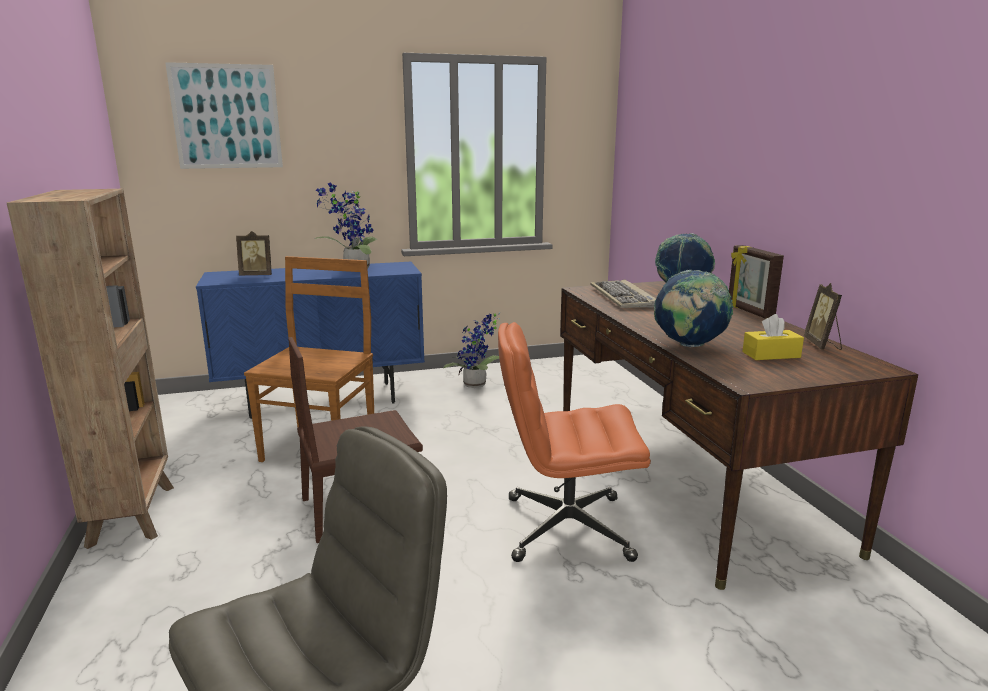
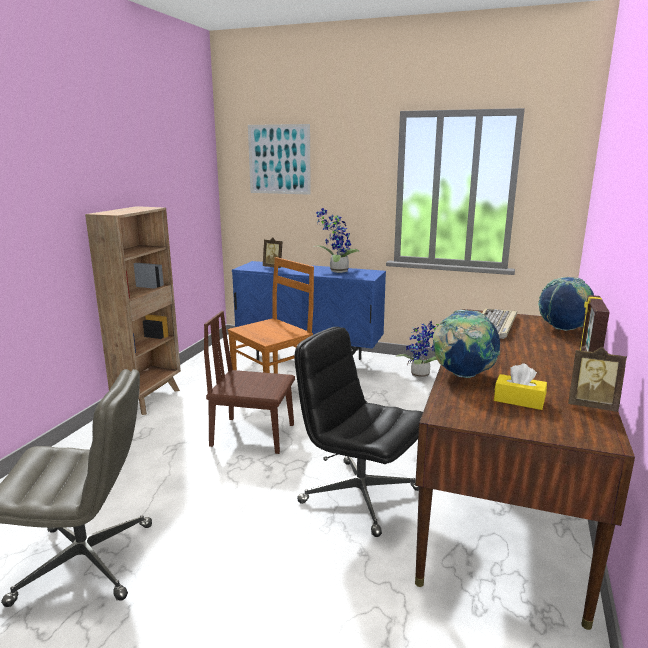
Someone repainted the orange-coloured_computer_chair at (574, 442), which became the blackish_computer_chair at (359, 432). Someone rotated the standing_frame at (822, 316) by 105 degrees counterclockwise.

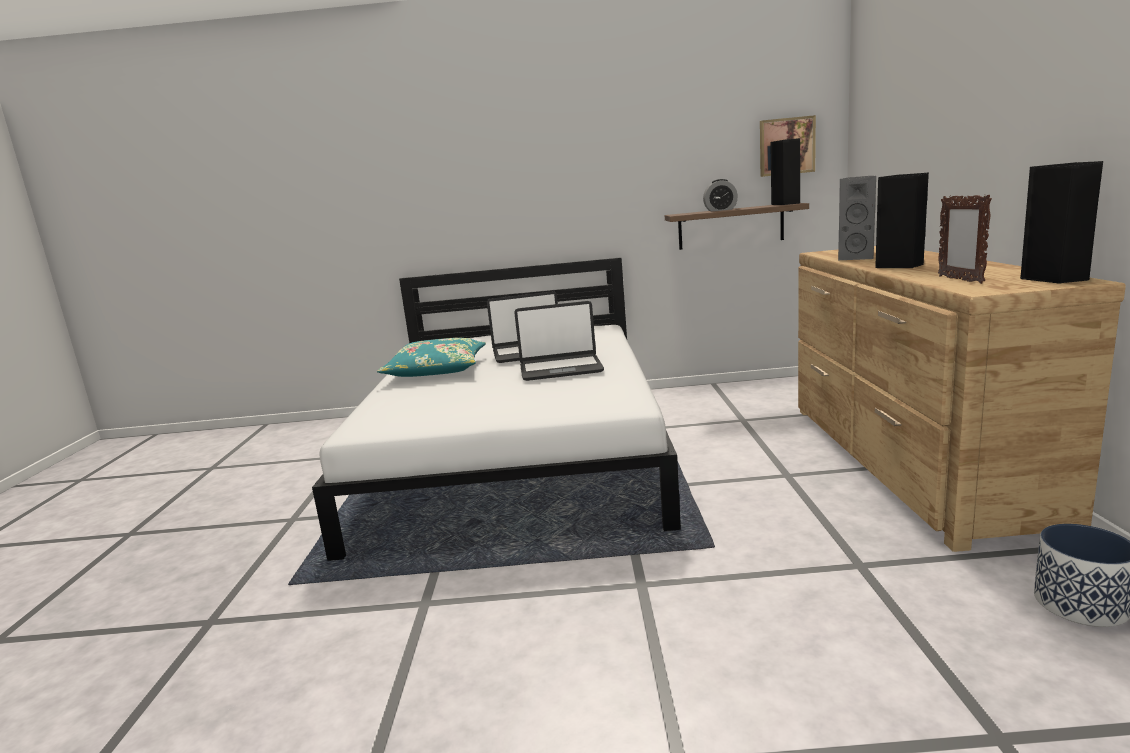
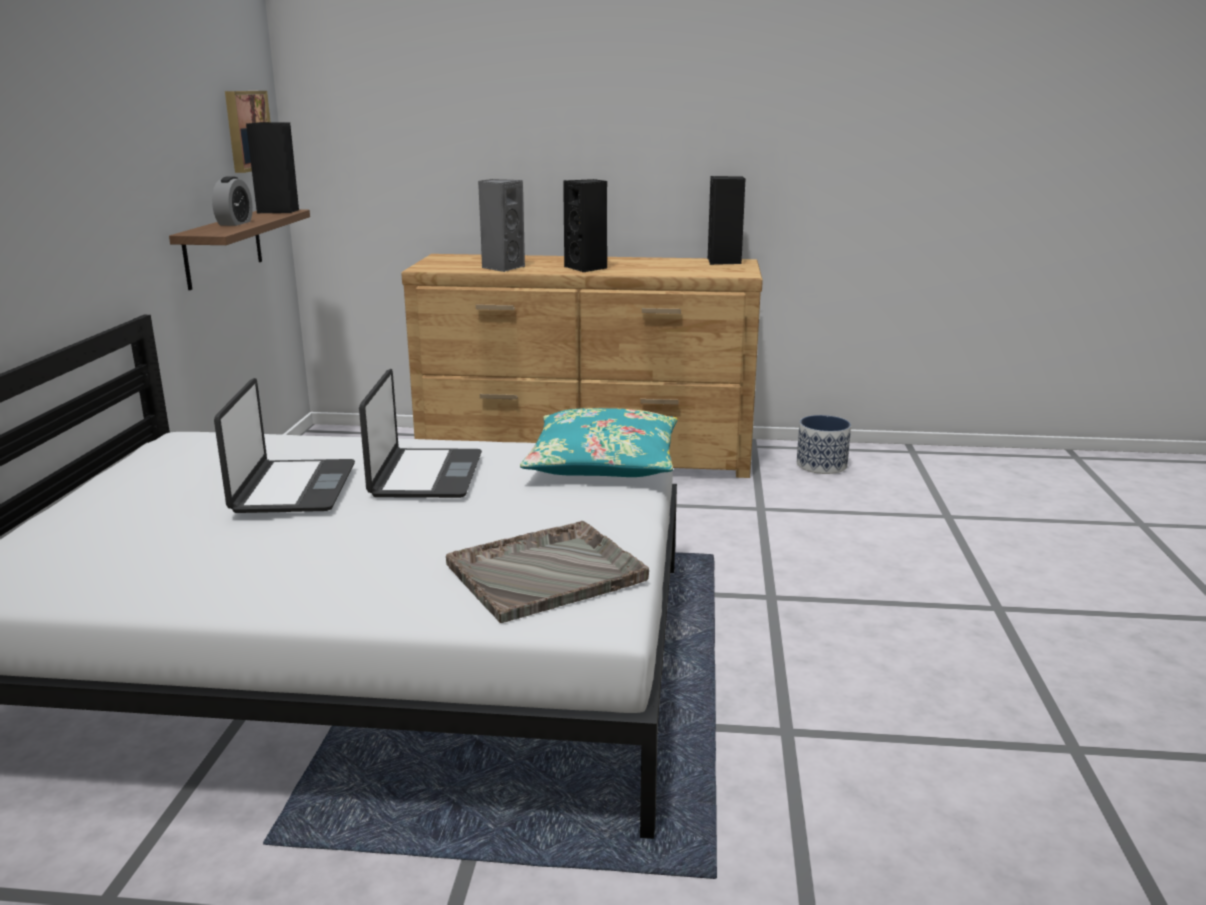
Someone carried the turquoise_cushion from (431, 357) to (598, 442). Someone took away the standing_frame at (965, 239). Someone put down the greyish_tray at (547, 572).

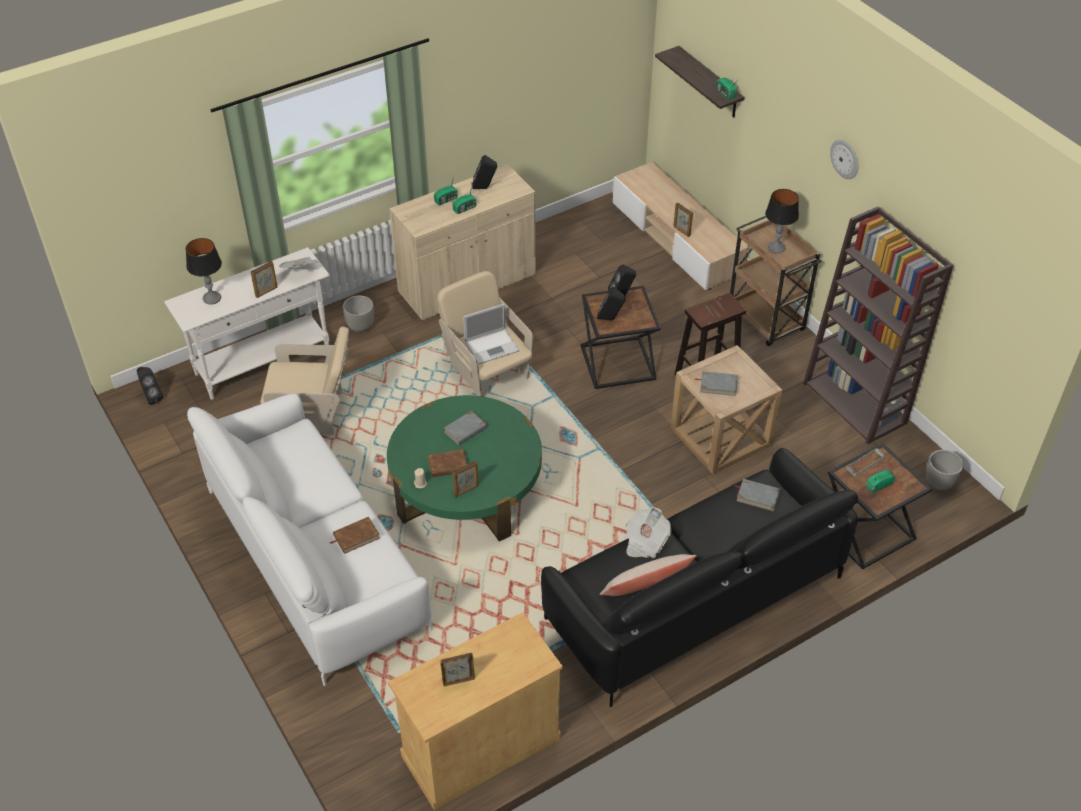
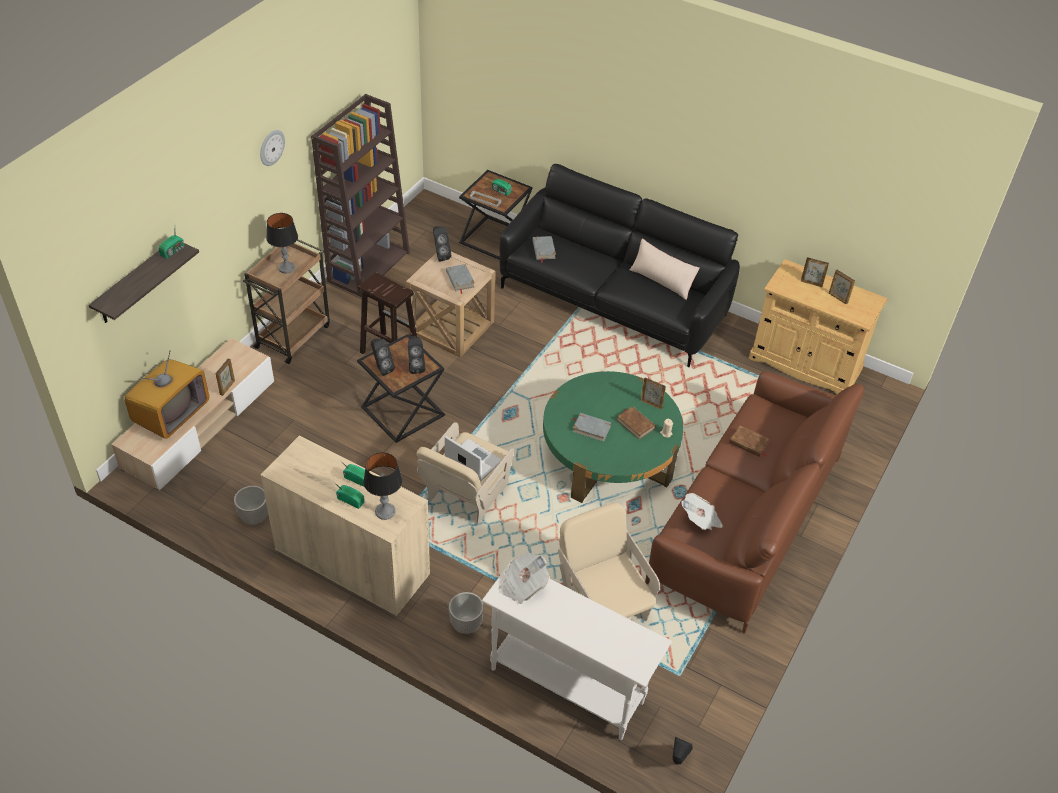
Someone carried the table_lamp from (204, 271) to (382, 486). Someone repainted the whitish_sofa at (309, 539), which became the brown-coloured_sofa at (754, 502). Someone carried the standing_frame from (264, 279) to (815, 272). Someone carried the blackish_loudspeaker from (484, 172) to (442, 244). Someone carried the printed_paper from (648, 532) to (702, 511). Someone carried the flower_pot from (945, 470) to (251, 505). Someone put down the TV at (166, 395).

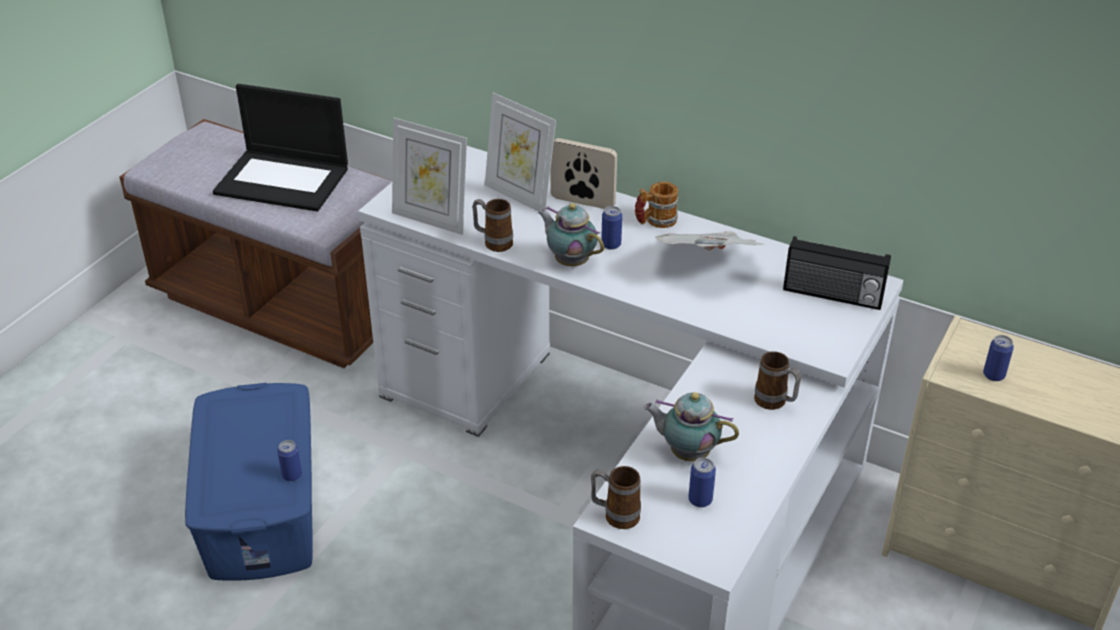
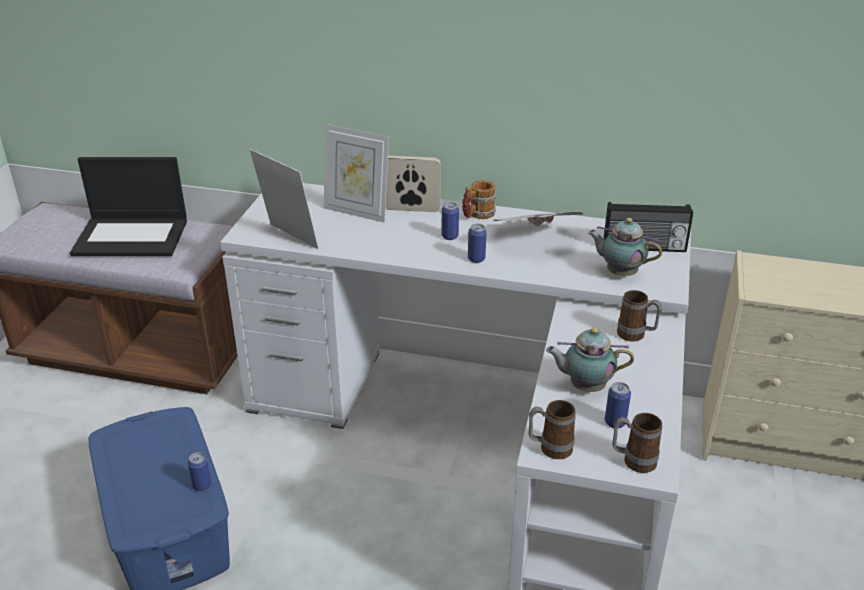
Someone rotated the standing_frame at (429, 176) by 150 degrees counterclockwise. Someone carried the mug from (492, 225) to (637, 443). Someone carried the teapot from (571, 234) to (625, 247). Someone carried the can from (998, 358) to (477, 243).

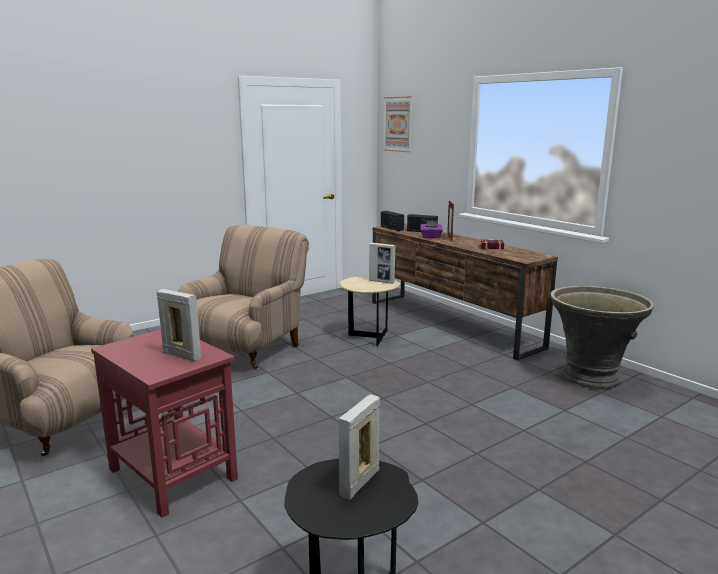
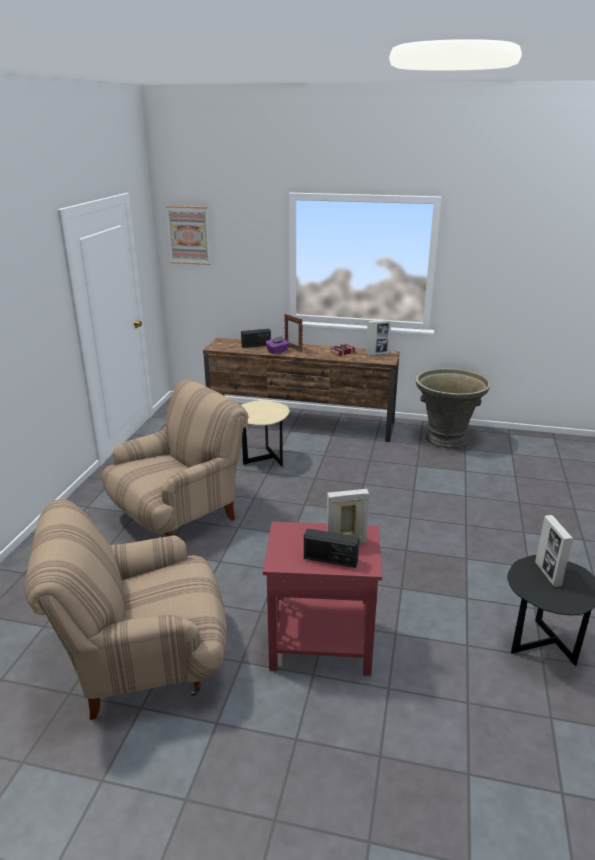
Someone rotated the sand-coloured_armchair at (243, 297) by 60 degrees clockwise. Someone carried the standing_frame from (382, 263) to (378, 338). Someone carried the radio from (392, 221) to (331, 548).

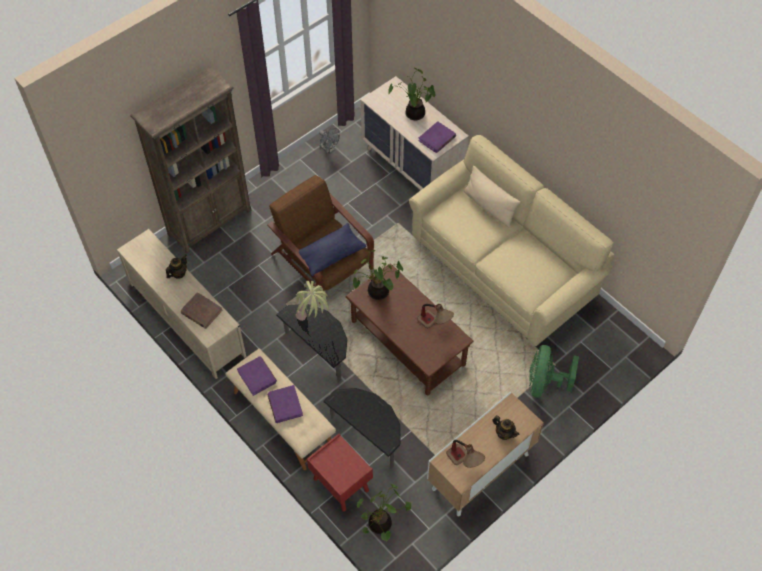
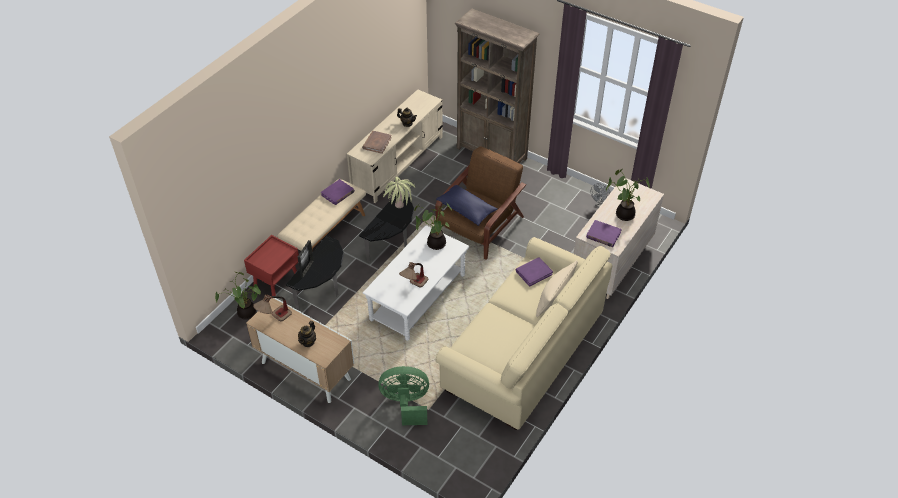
Someone carried the purple-coloured_bound_book from (285, 404) to (534, 271). Someone repainted the brown-coloured_low_table at (410, 329), which became the whitish_low_table at (416, 283). Someone put down the standing_frame at (306, 259).

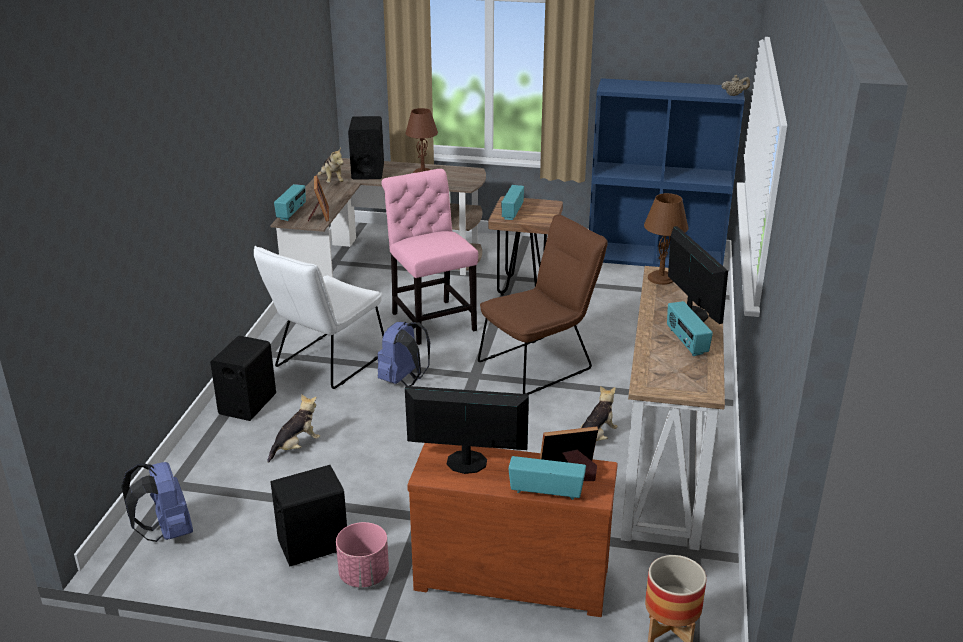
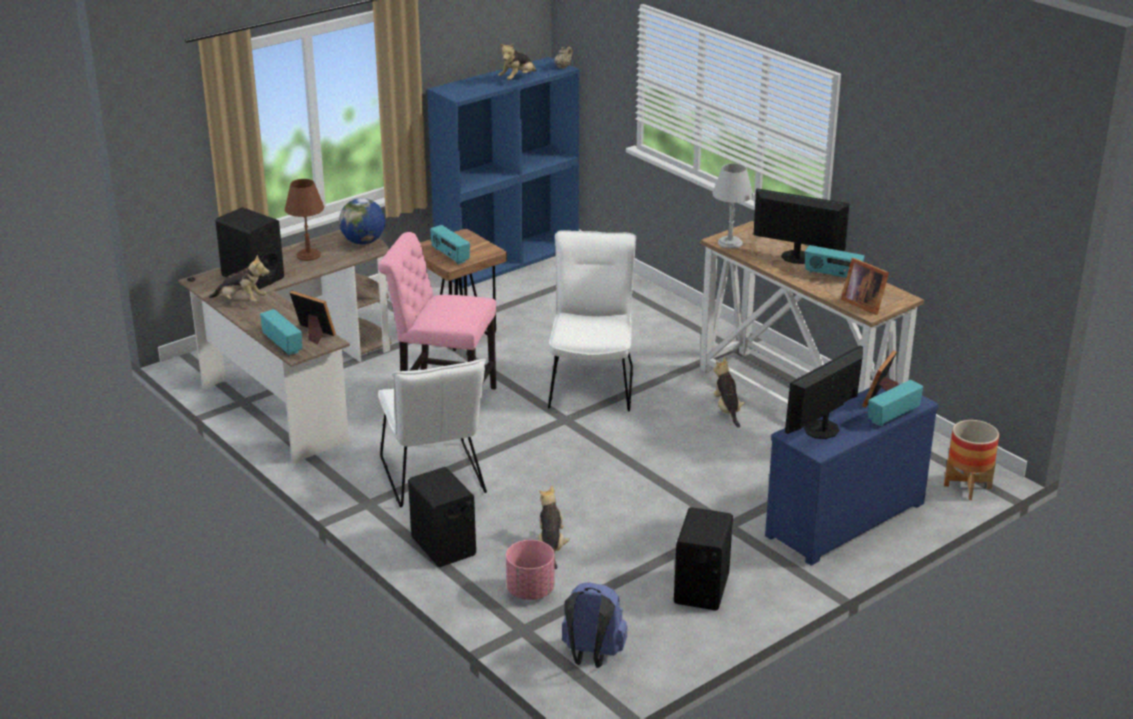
Someone carried the pink_flower_pot from (362, 555) to (530, 570). Someone took away the bluish_backpack at (404, 354). Someone repainted the brown-coloured_chest_of_drawers at (512, 530), which became the bluish_chest_of_drawers at (851, 474). Someone repainted the brown-coloured_plain_chair at (543, 304), which became the whitish_plain_chair at (592, 320). Someone repainted the brown-coloured_table_lamp at (666, 239), which became the greyish_table_lamp at (732, 206). Someone put down the globe at (362, 221). Someone put down the soft_toy at (517, 61). Someone put down the standing_frame at (865, 286).

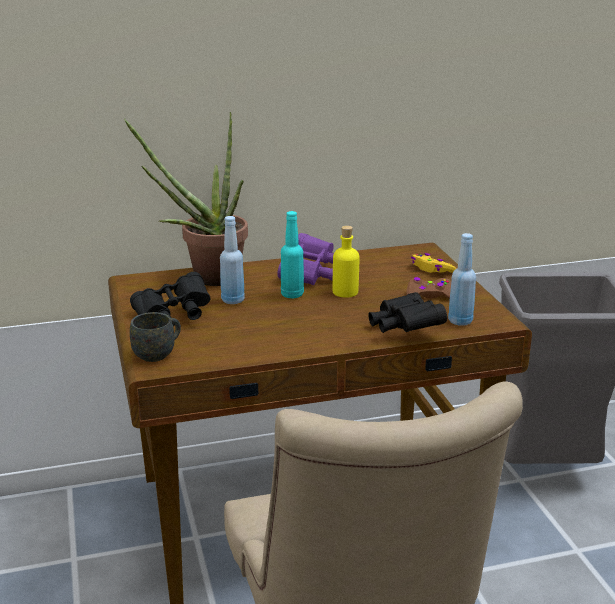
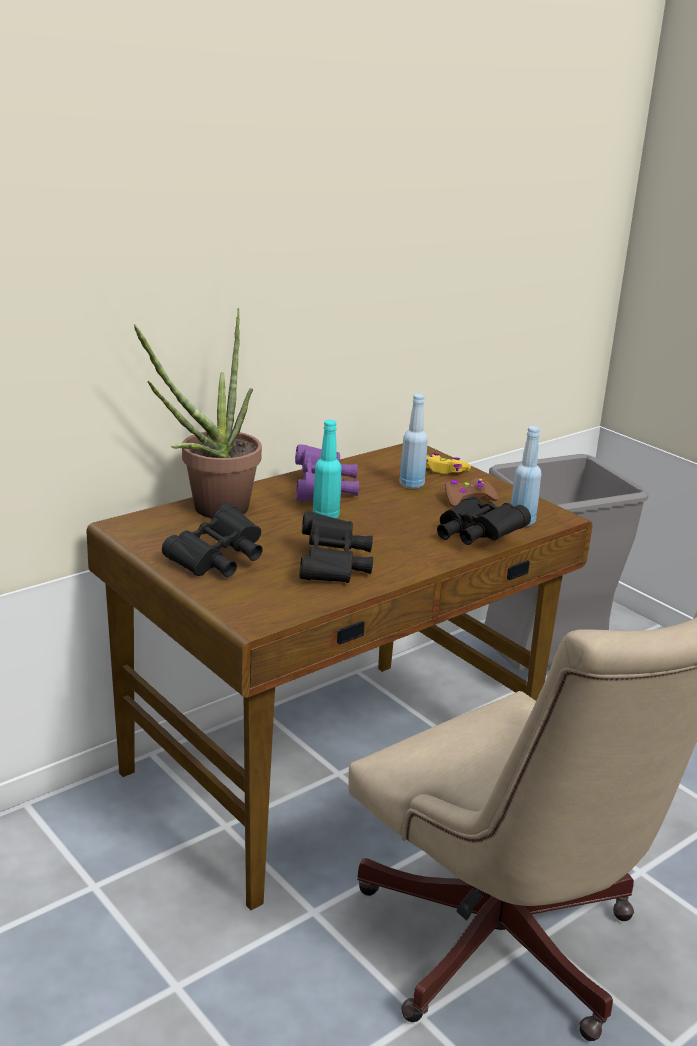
Someone took away the greyish_mug at (155, 337). Someone carried the bluish_beverage_bottle from (232, 260) to (413, 441). Someone took away the yellow_beverage_bottle at (345, 261). Someone put down the blackish_field_glasses at (336, 547).

